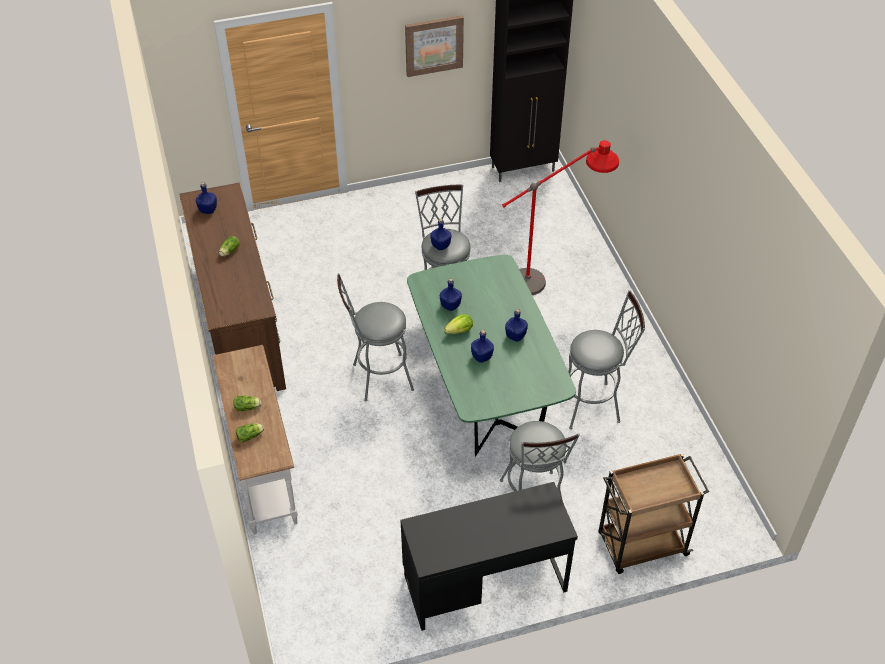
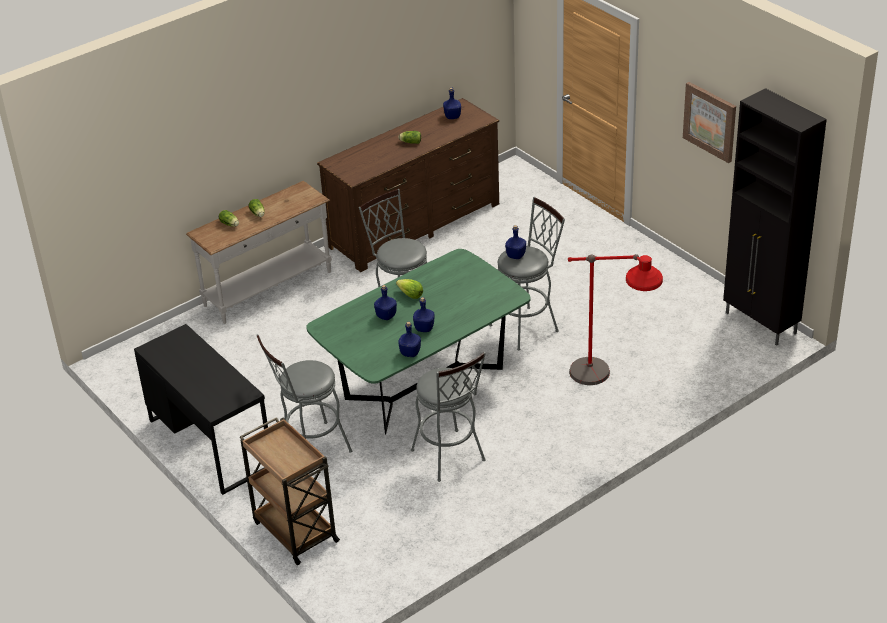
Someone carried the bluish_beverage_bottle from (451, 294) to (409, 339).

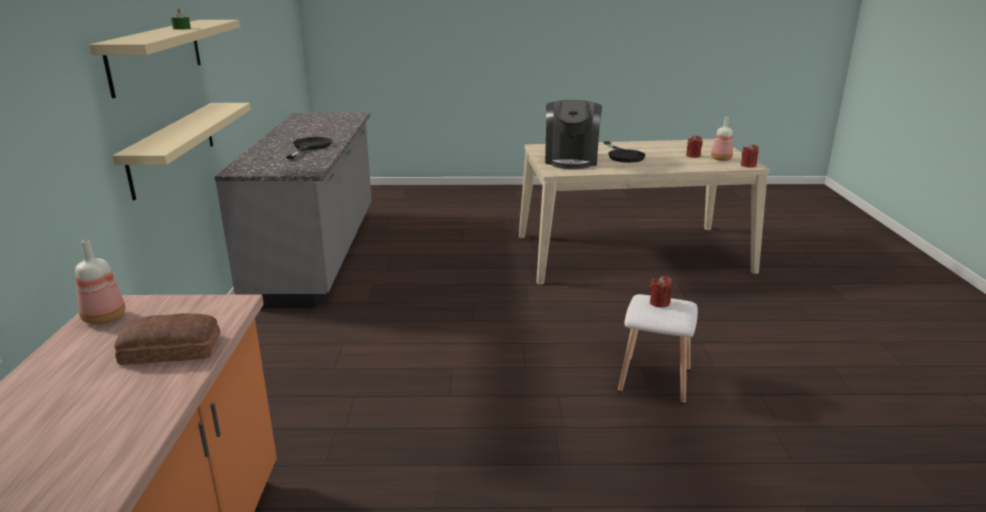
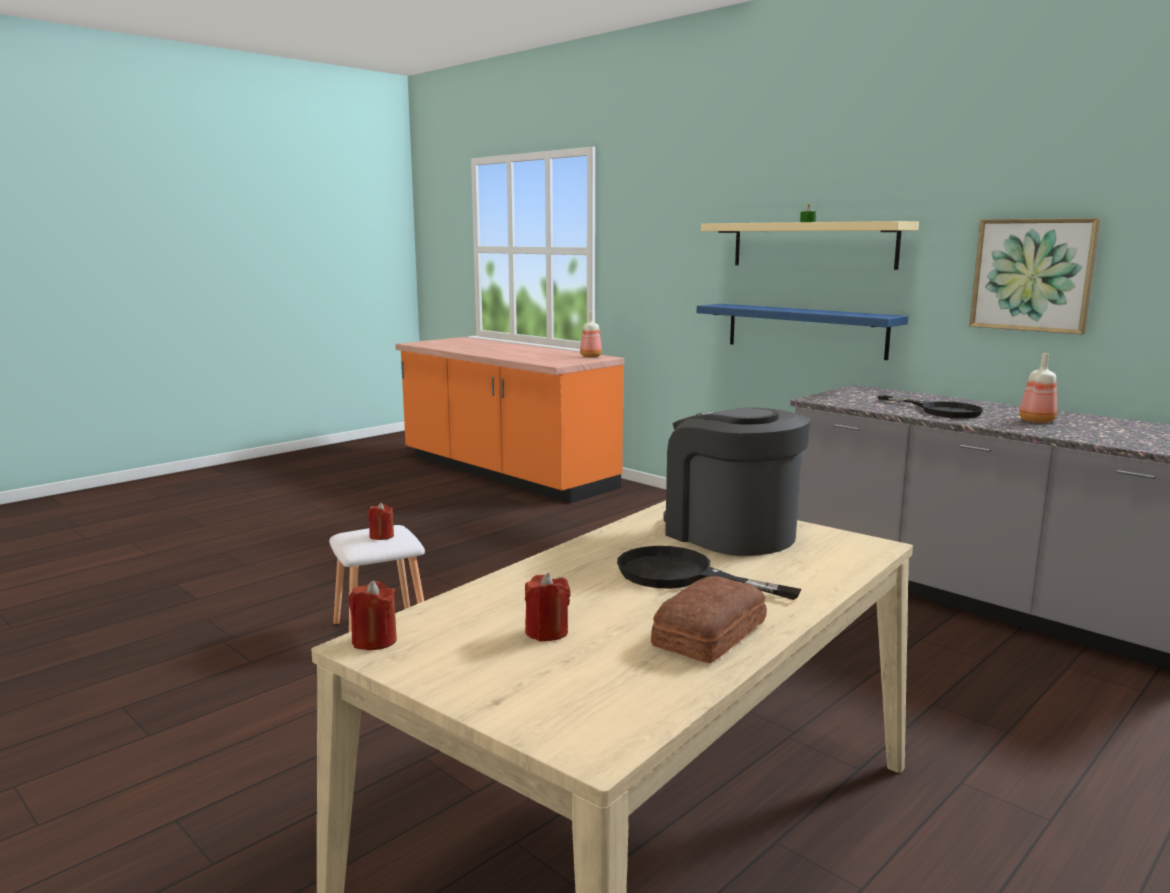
Someone repainted the sand-coloured_shelf at (181, 151), which became the bluish_shelf at (802, 332). Someone carried the bakery_bread from (167, 339) to (709, 619). Someone carried the beverage_bottle from (722, 139) to (1038, 388). Someone put up the picture at (1035, 276).

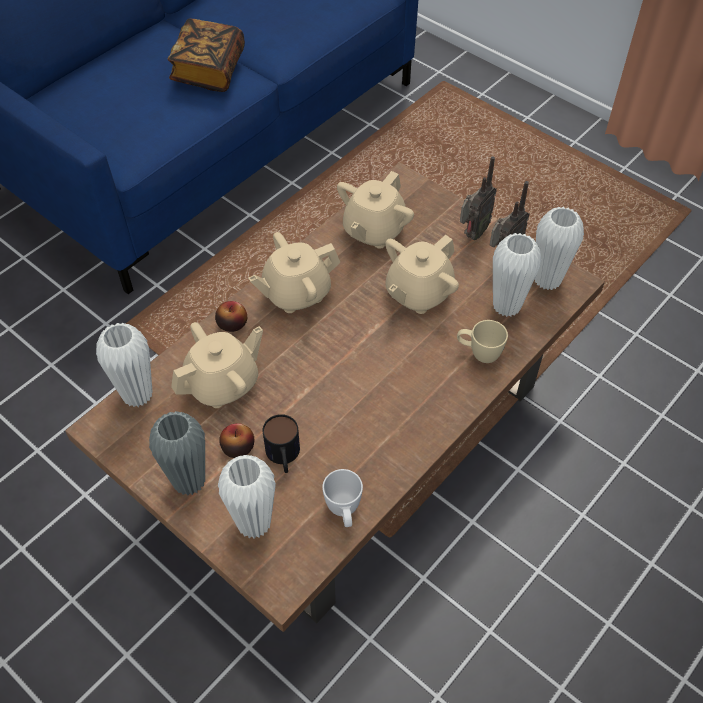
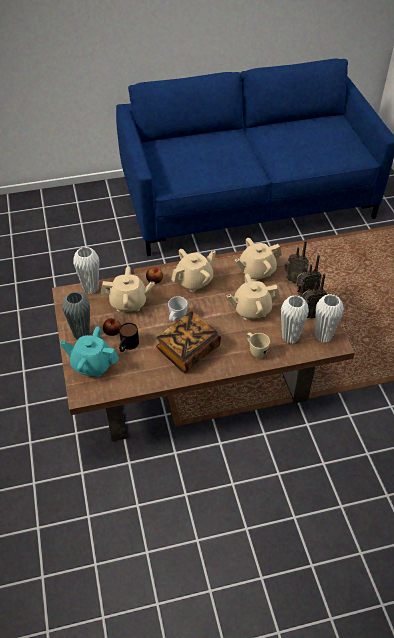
Someone carried the bound_book from (206, 55) to (188, 342). Someone swapped the whitish_flower_vase at (247, 497) for the turquoise_teapot at (89, 352). Someone rotated the sand-coloured_teapot at (294, 272) by 135 degrees clockwise. Someone carried the whitish_mug from (342, 498) to (178, 309). Someone put down the radio at (296, 262).

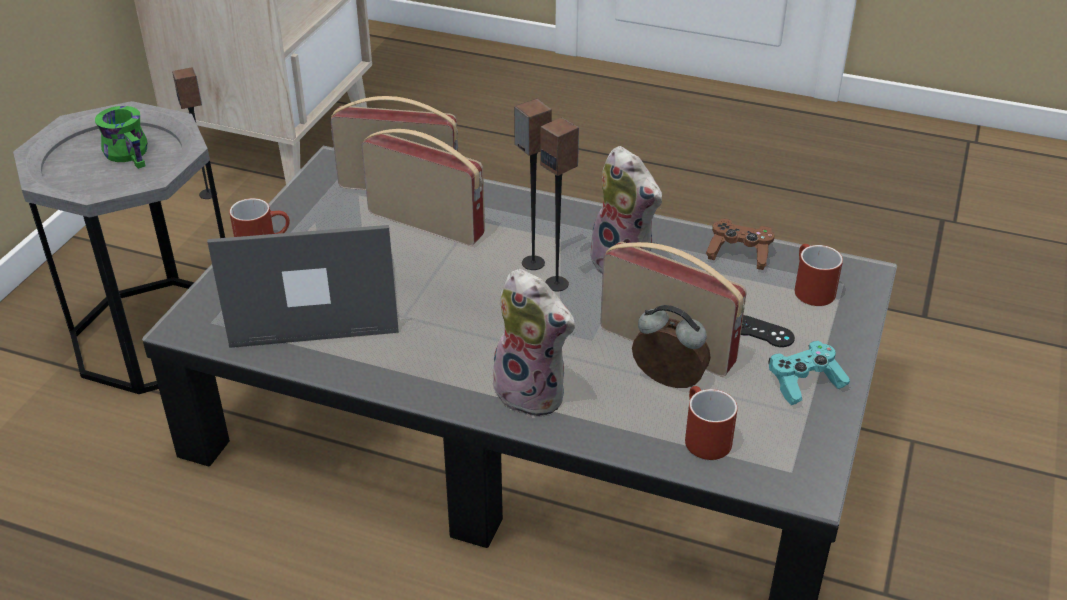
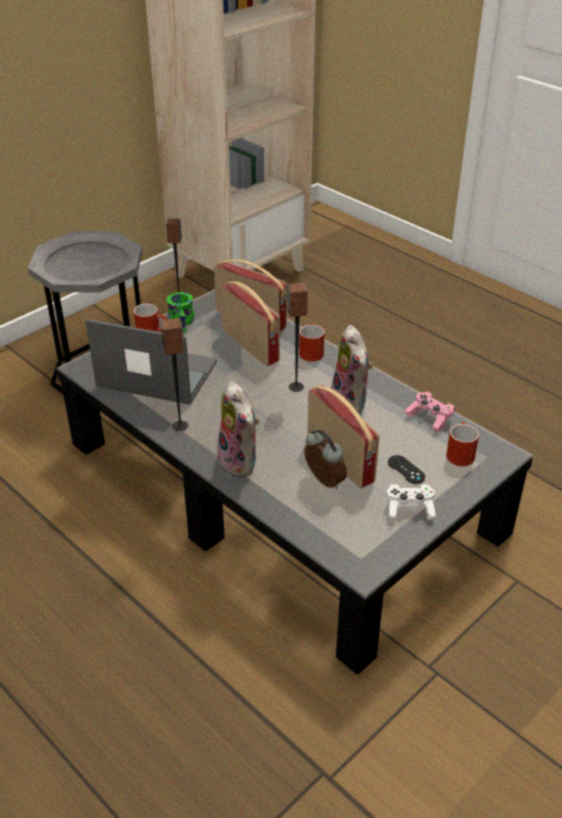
Someone carried the greenish_mug from (121, 137) to (181, 312). Someone carried the loudspeaker from (559, 204) to (174, 374). Someone carried the red_mug from (711, 423) to (312, 342). Someone repainted the brown-coloured_gamepad at (740, 244), which became the pink_gamepad at (430, 412). Someone repainted the turquoise_gamepad at (809, 373), which became the whitish_gamepad at (411, 502).

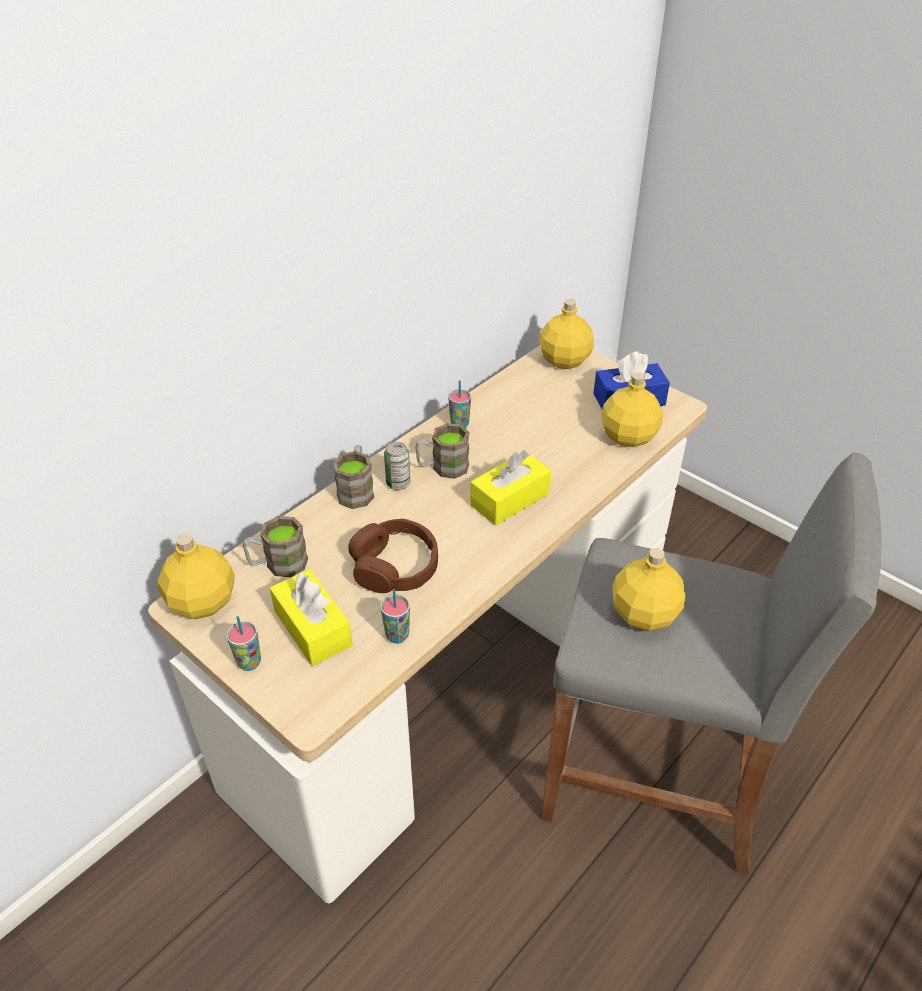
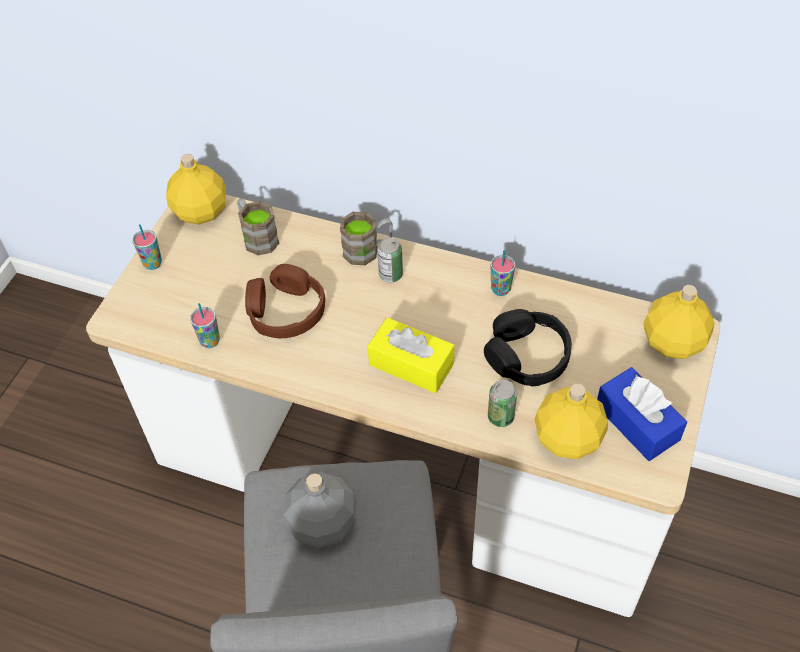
Someone took away the yellow_tissue_box at (311, 617). Someone took away the brown-coloured_mug at (442, 451). Someone repainted the yellow_beverage_bottle at (648, 589), which became the greyish_beverage_bottle at (320, 510). Someone put down the blackish_headphones at (528, 347). Someone put down the can at (502, 403).

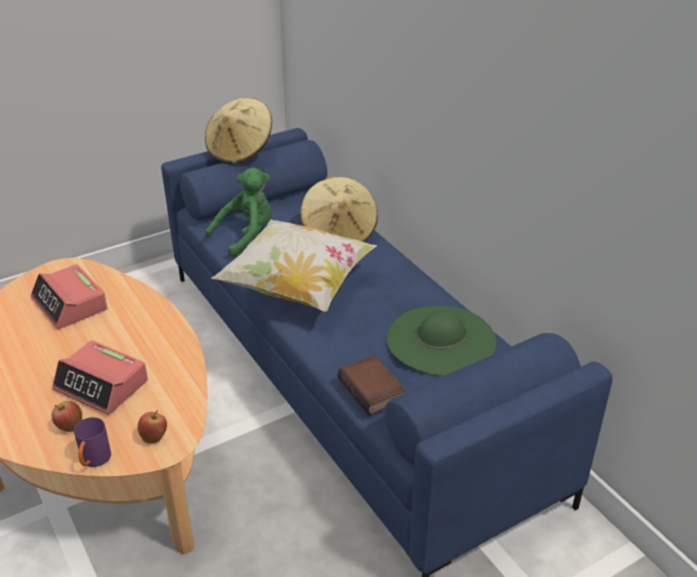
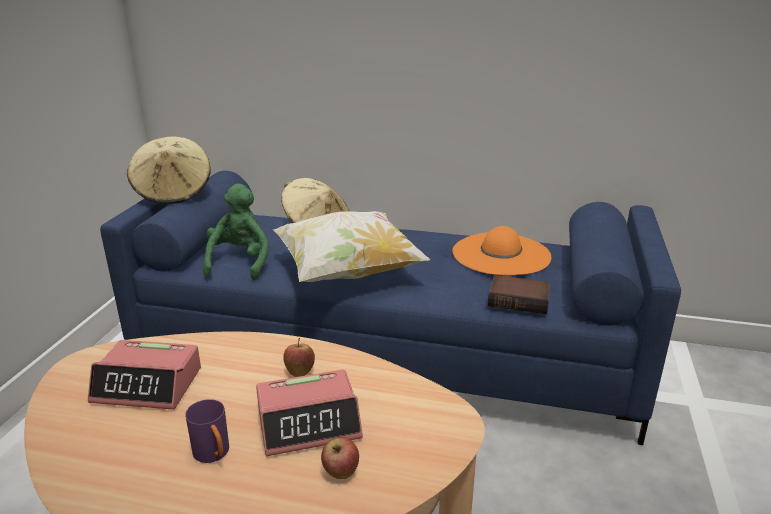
Someone carried the purple-coloured_mug from (92, 442) to (207, 431). Someone carried the whole_apple from (152, 427) to (299, 357). Someone repainted the greenish_wearable_hat at (442, 341), which became the orange-coloured_wearable_hat at (501, 250).

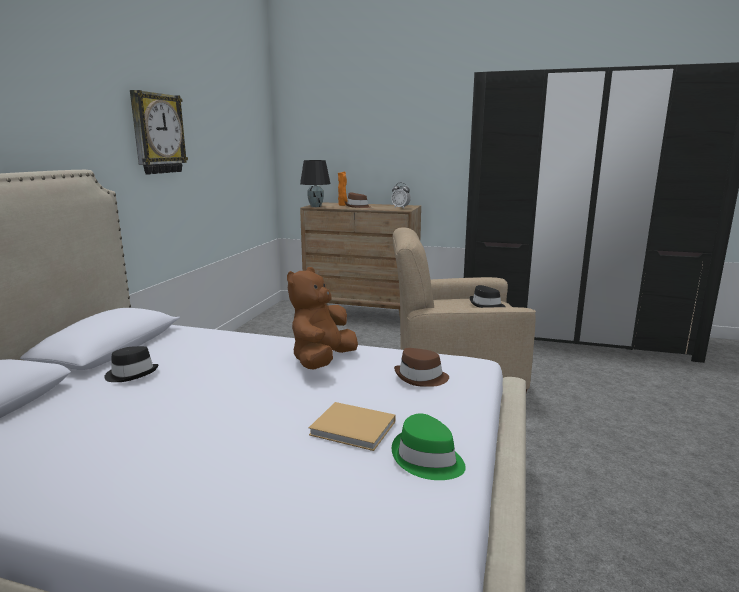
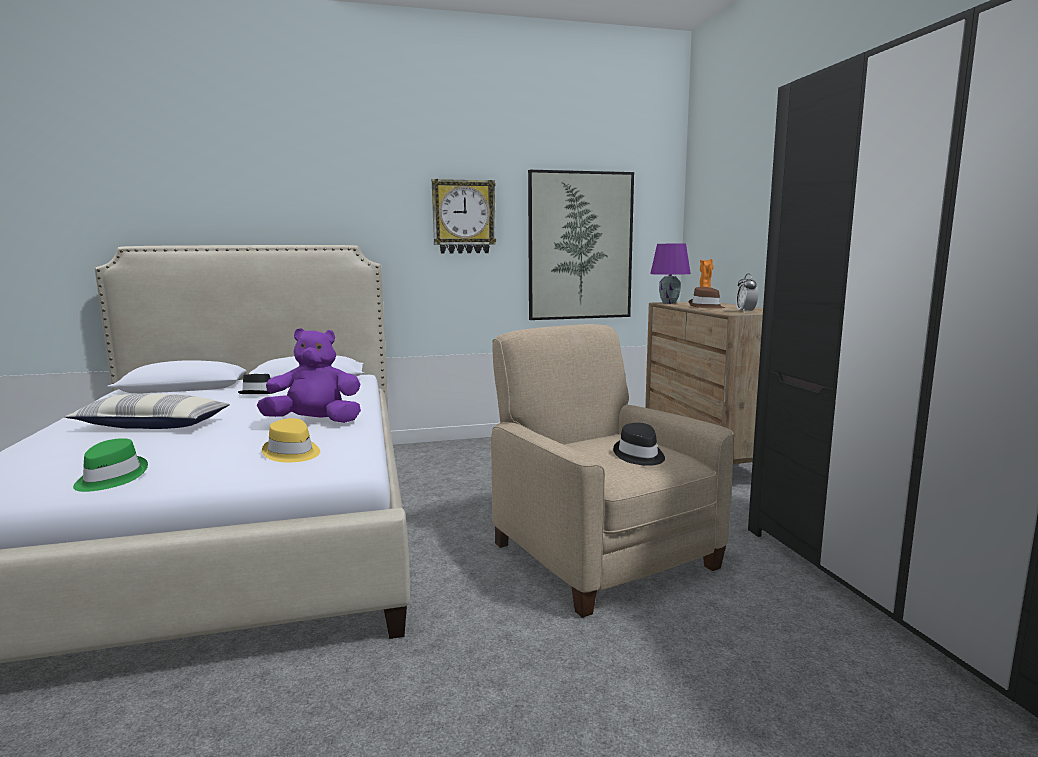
Someone repainted the brown-coloured_soft_toy at (322, 318), which became the purple-coloured_soft_toy at (309, 375). Someone repainted the blackish_table_lamp at (315, 183), which became the purple-coloured_table_lamp at (670, 273). Someone took away the sand-coloured_bound_book at (352, 426). Someone repainted the brown-coloured_wearable_hat at (421, 367), which became the yellow_wearable_hat at (291, 440). Someone put down the cushion at (147, 411). Someone put up the picture at (581, 245).

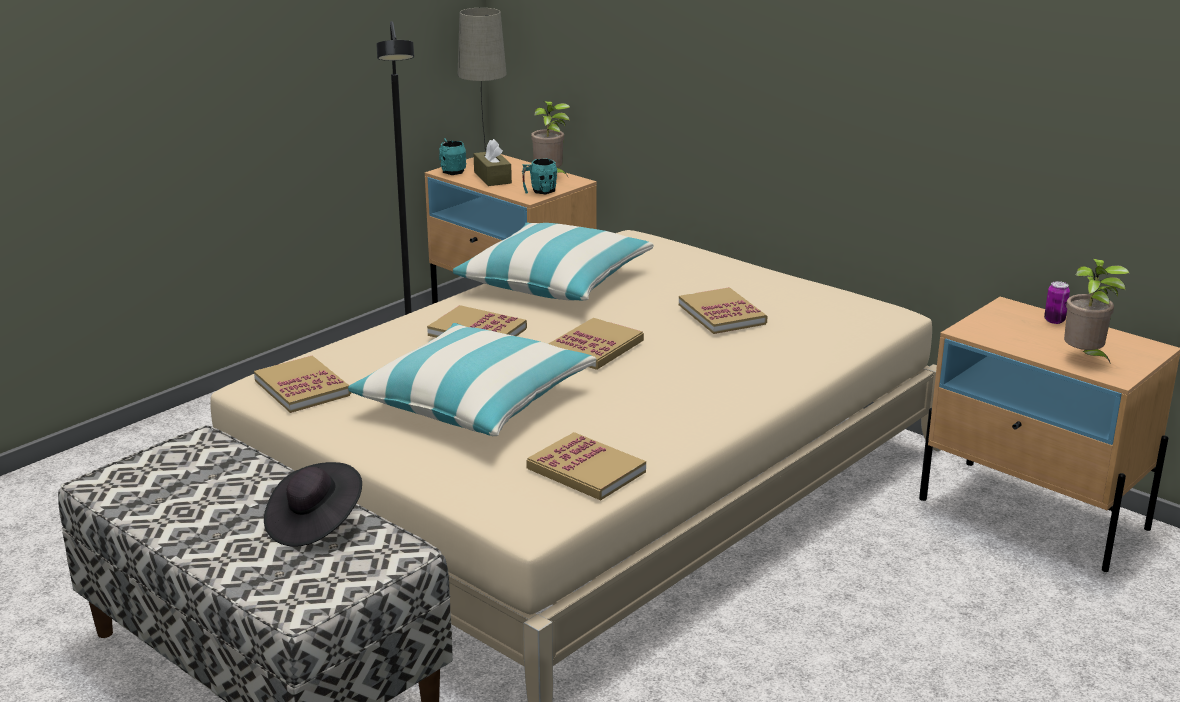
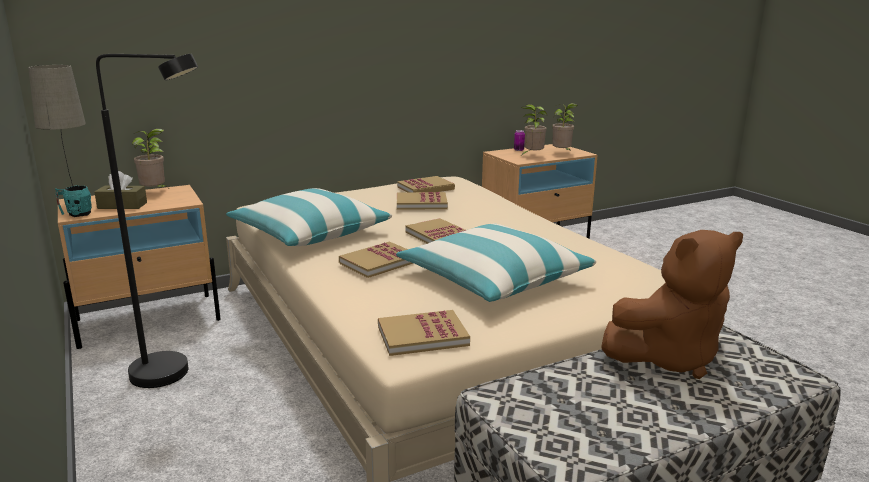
Someone swapped the blackish_wearable_hat at (313, 504) for the brown-coloured_soft_toy at (672, 304). Someone took away the turquoise_mug at (539, 177). Someone carried the bound_book from (586, 466) to (426, 184). Someone put down the houseplant at (534, 129).

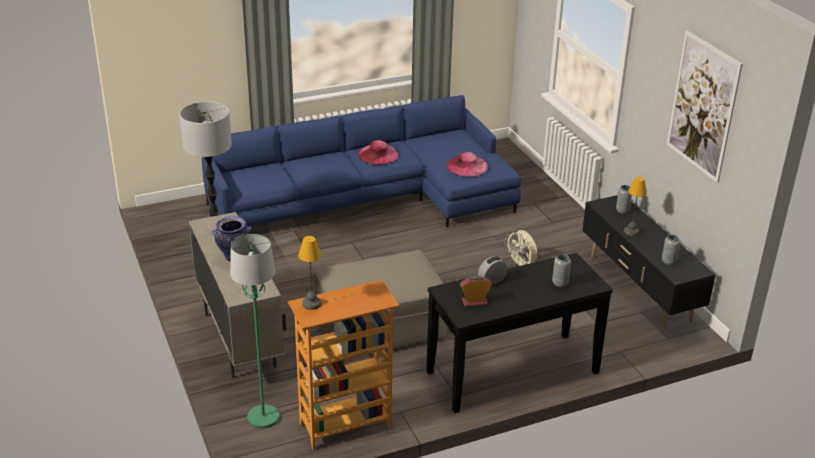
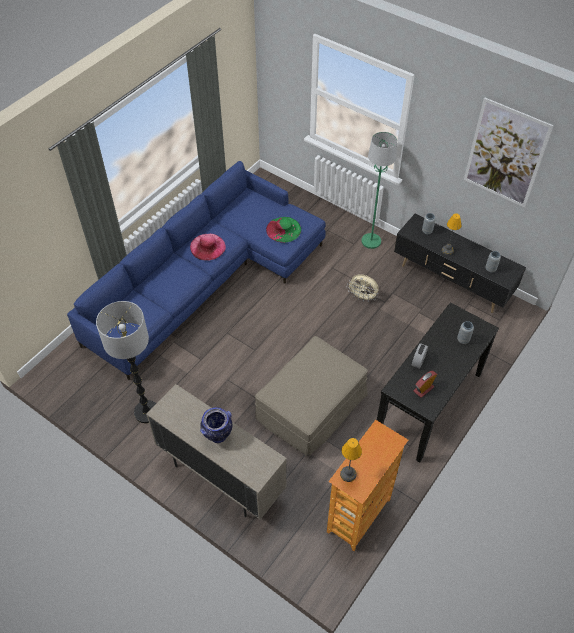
Someone carried the greenish_standard_lamp from (254, 331) to (379, 190). Someone repainted the pink_wearable_hat at (467, 164), which became the greenish_wearable_hat at (283, 230).

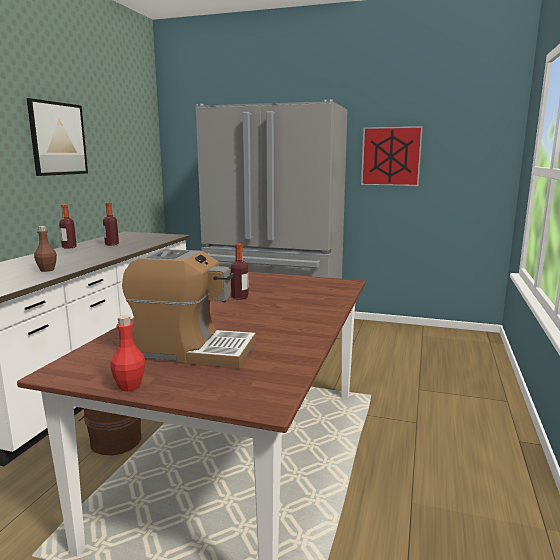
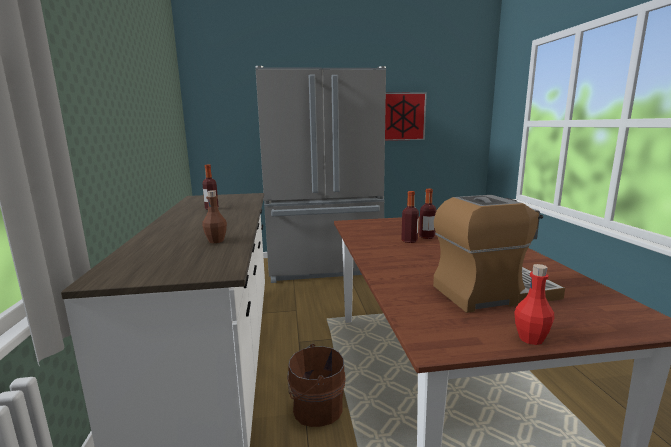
Someone took away the picture at (57, 137). Someone carried the beverage_bottle from (68, 226) to (427, 214).

